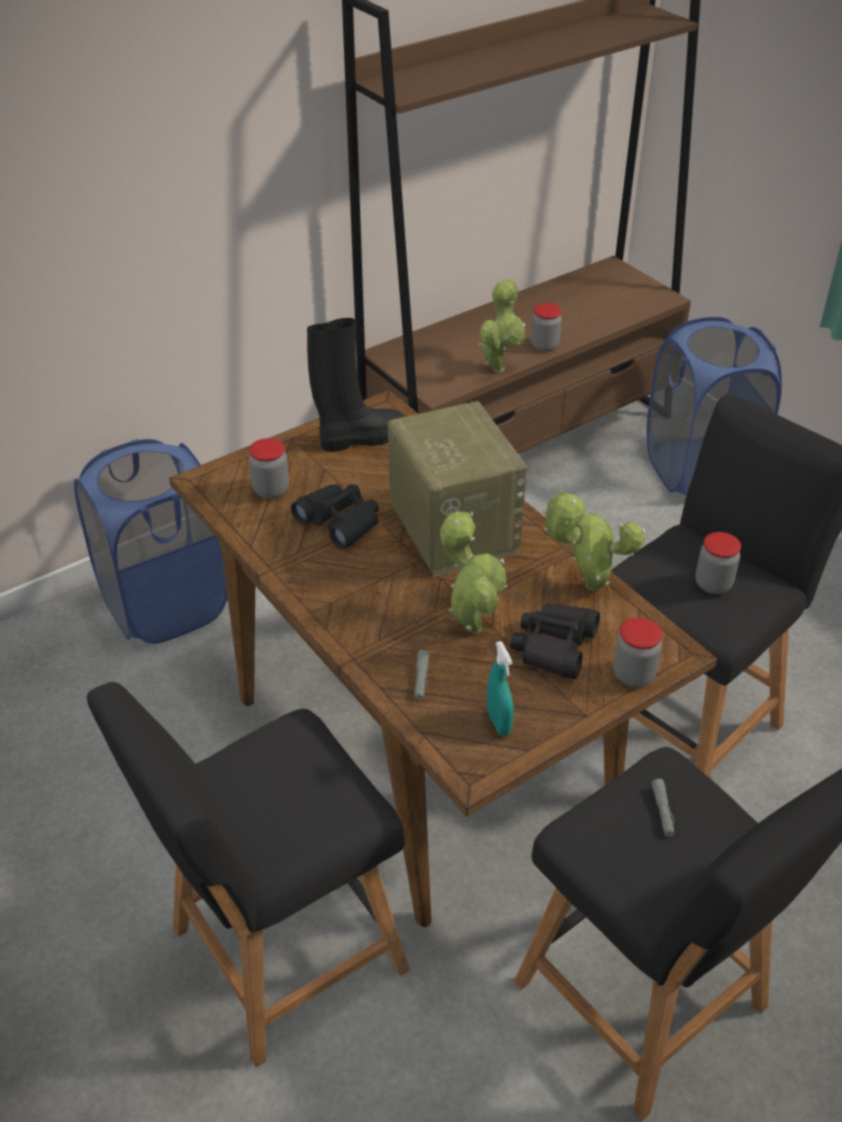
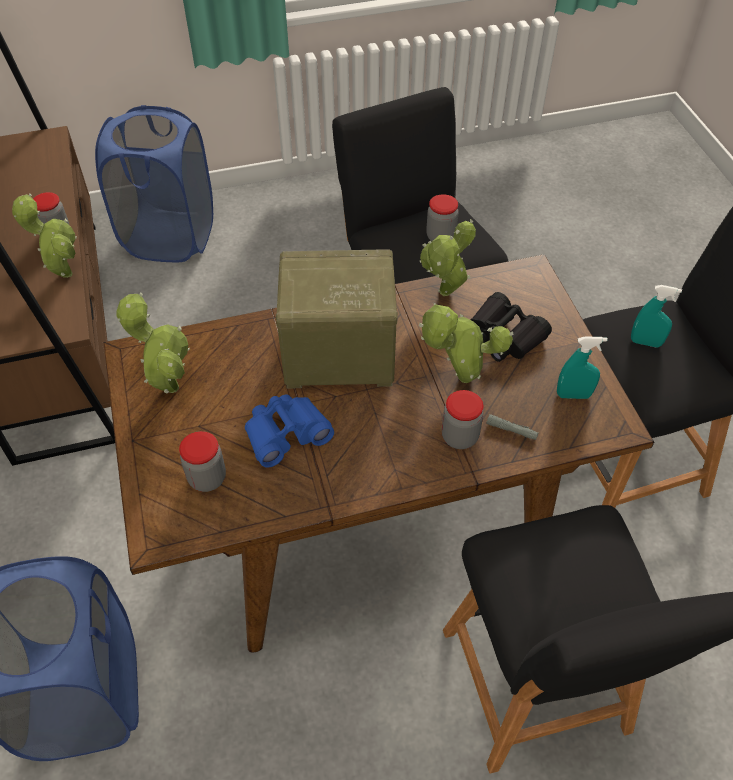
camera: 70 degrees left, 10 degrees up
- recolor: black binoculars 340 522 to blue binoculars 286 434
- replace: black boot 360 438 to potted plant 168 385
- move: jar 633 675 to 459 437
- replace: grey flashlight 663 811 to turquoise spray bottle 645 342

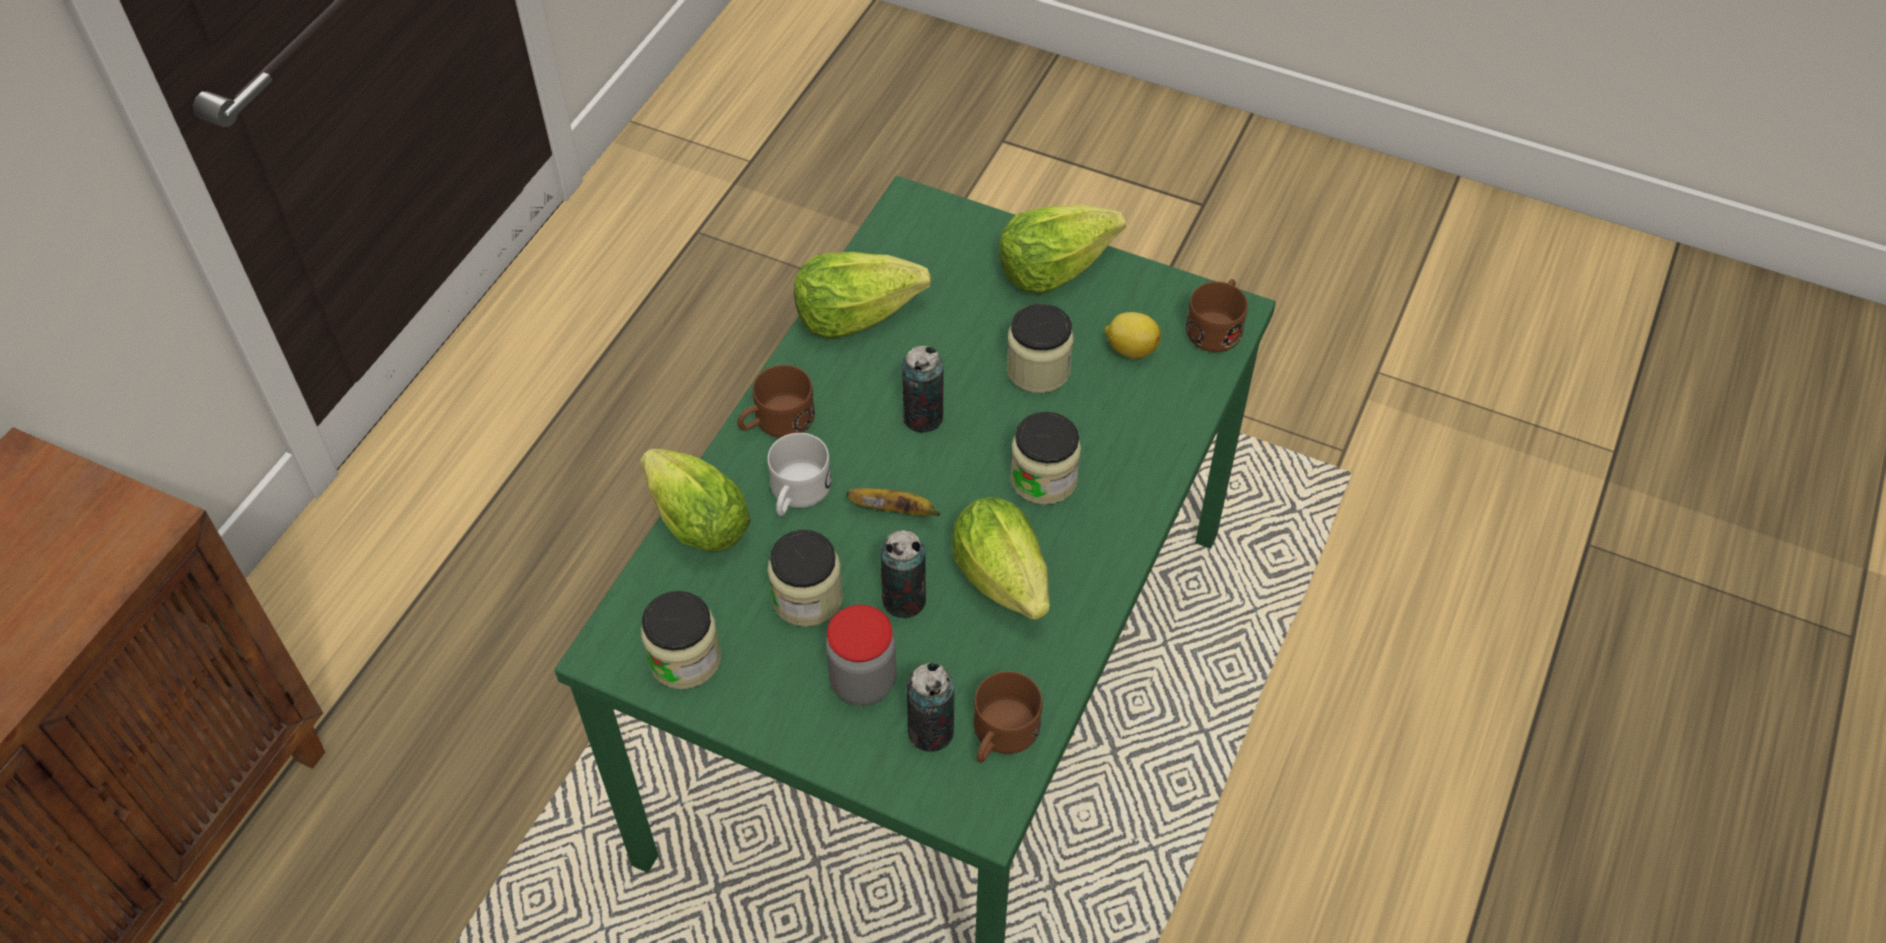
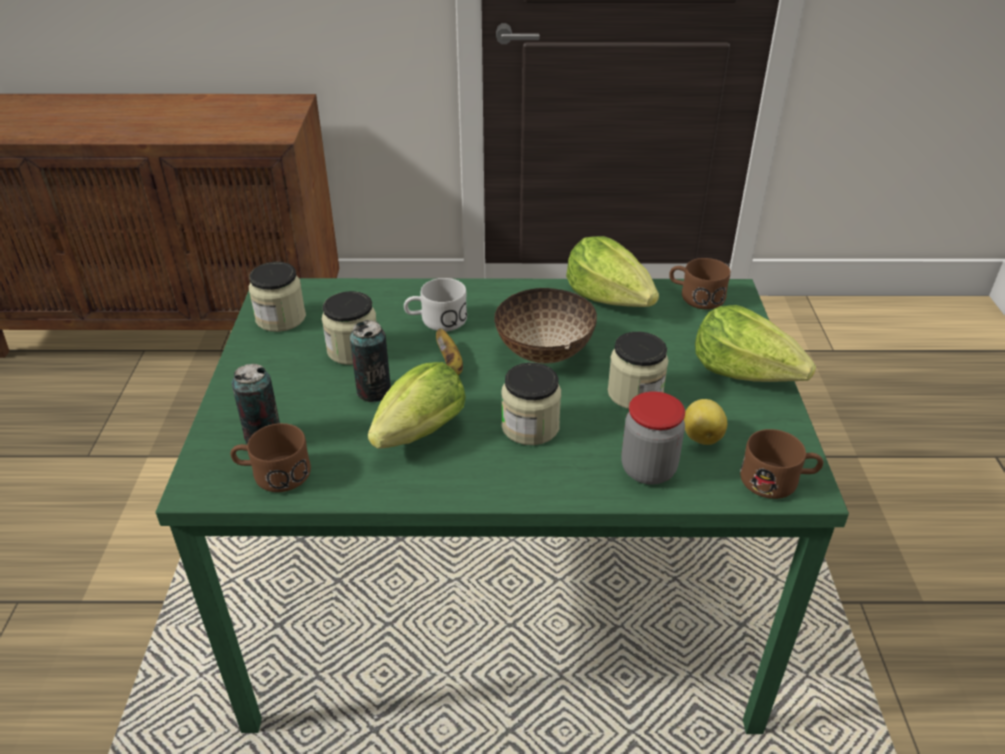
camera: 65 degrees right, 15 degrees down
- delete: lettuce 693 518
- move: brown mug 775 422 to 695 296
- move: jar 863 681 to 648 469
- replace: can 923 417 to bowl 543 353

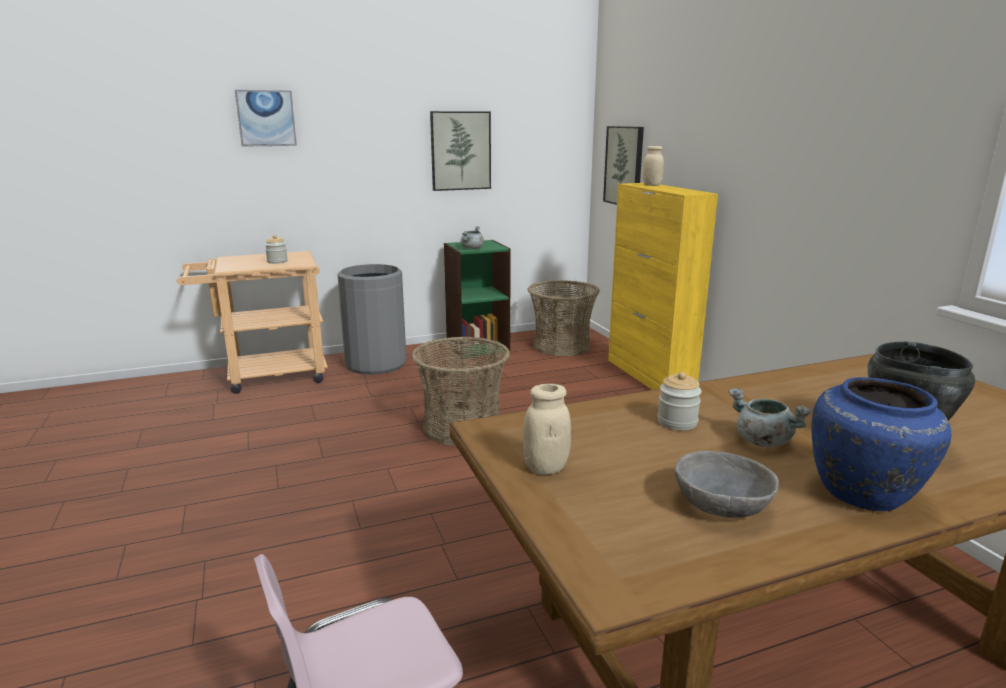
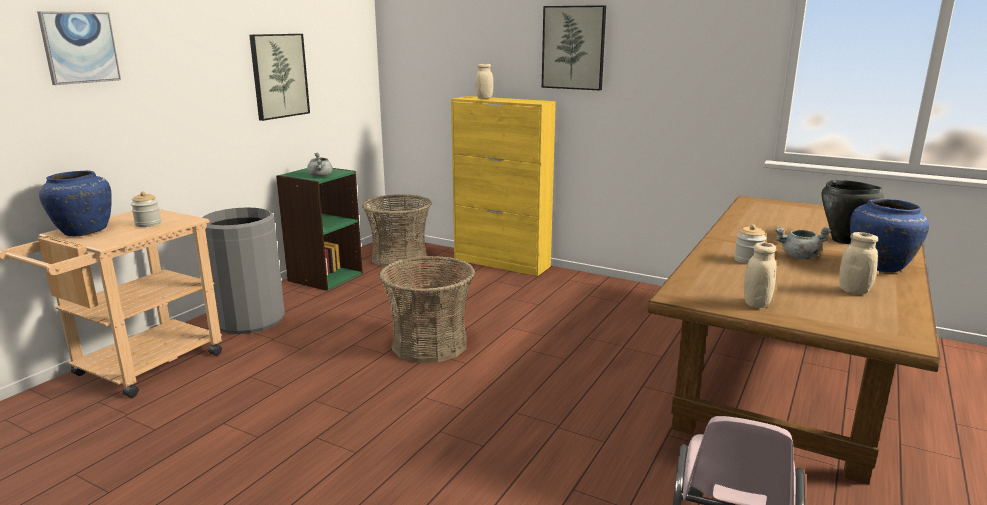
camera: 40 degrees left, 0 degrees up
- move: picture 624 166 to 573 48
- replace: grey bowl 720 505 to beige jar 854 291
- insert: blue vase 83 231

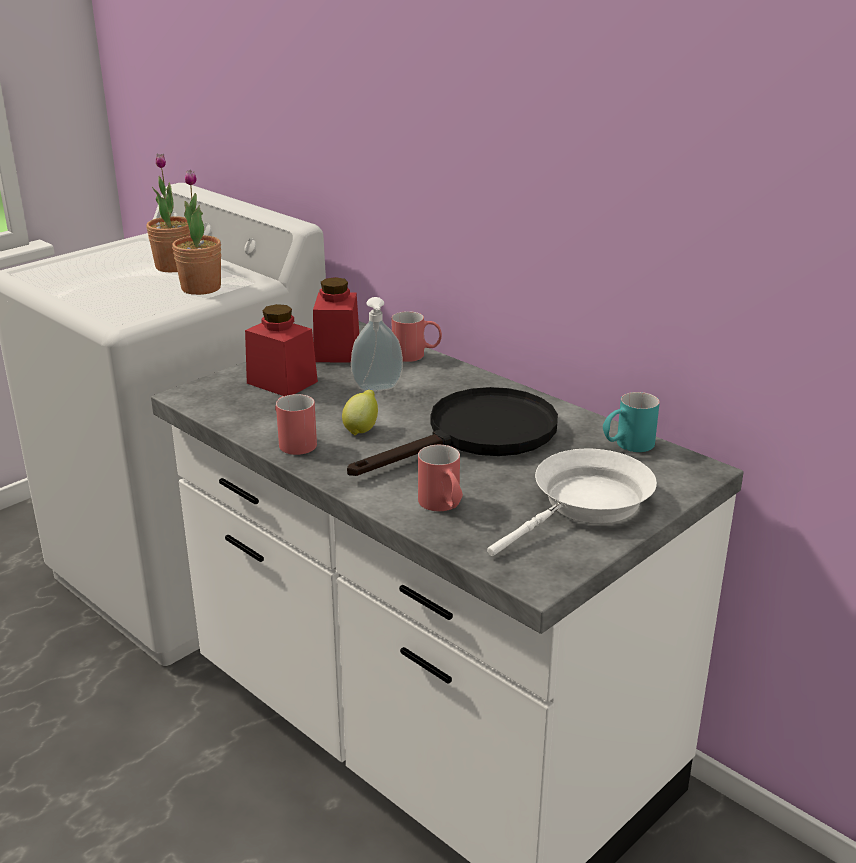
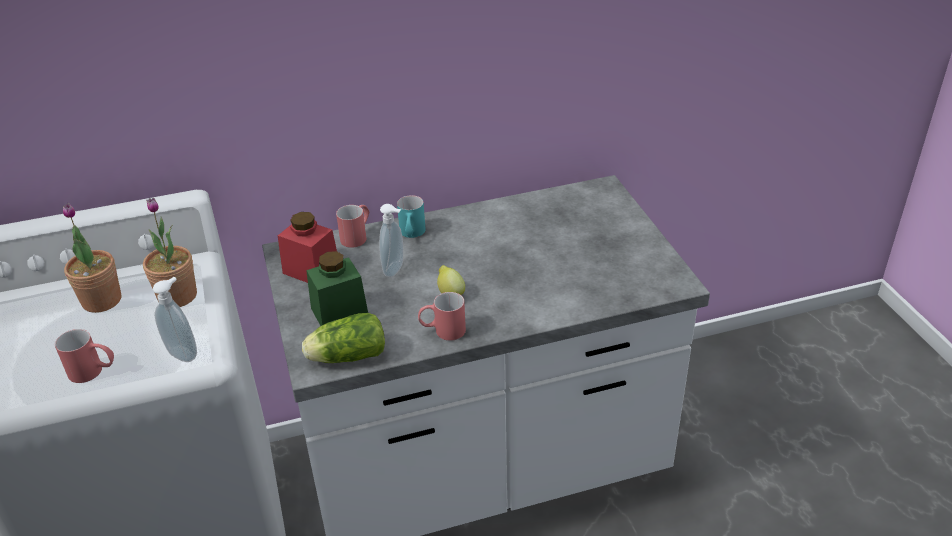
camera: 60 degrees left, 10 degrees up
- recolor: red jar 282 382 to green jar 339 312
- delete: black frying pan 478 436
- move: red mug 443 506 to 94 372
- delete: white frying pan 586 505
- move: turquoise mug 627 445 to 412 234
- insert: soap dispenser 184 353
- insert: lettuce 345 357

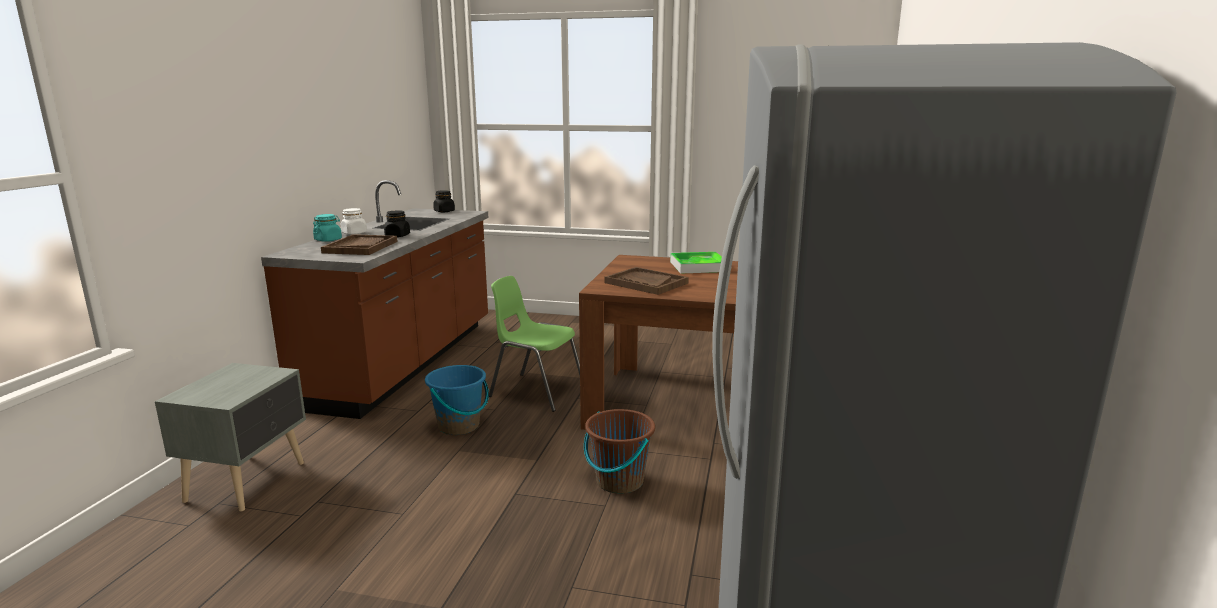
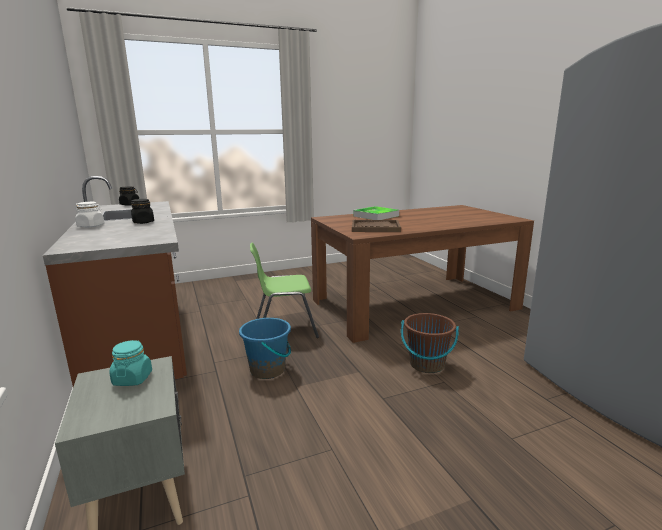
camera: 35 degrees left, 0 degrees up
- move: turquoise jar 328 240 to 132 378
- delete: brown tray 360 247

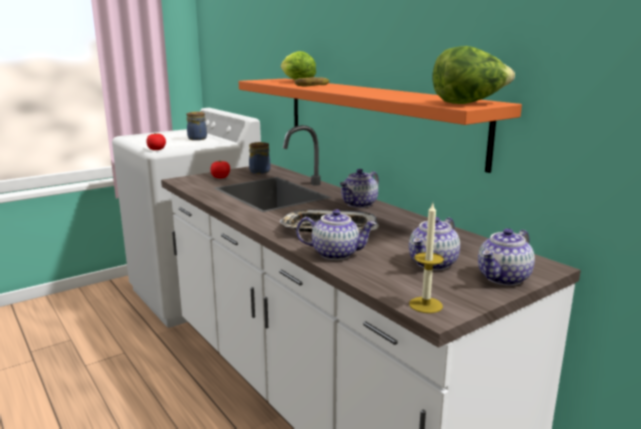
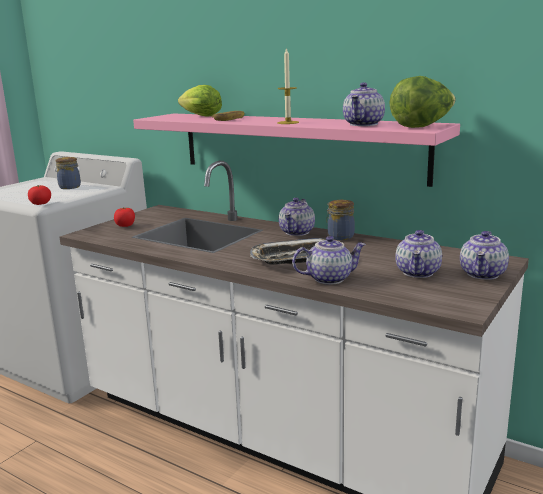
camera: 20 degrees left, 0 degrees up
- recolor: orange shelf 374 117 to pink shelf 296 146
- move: jar 259 171 to 339 236
- move: candle 425 305 to 288 122
- insert: teapot 364 124

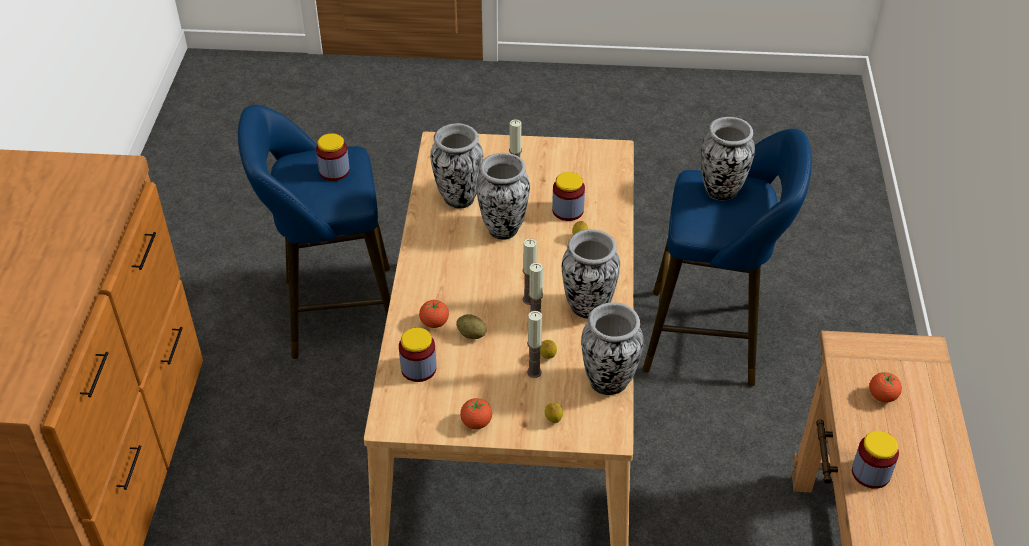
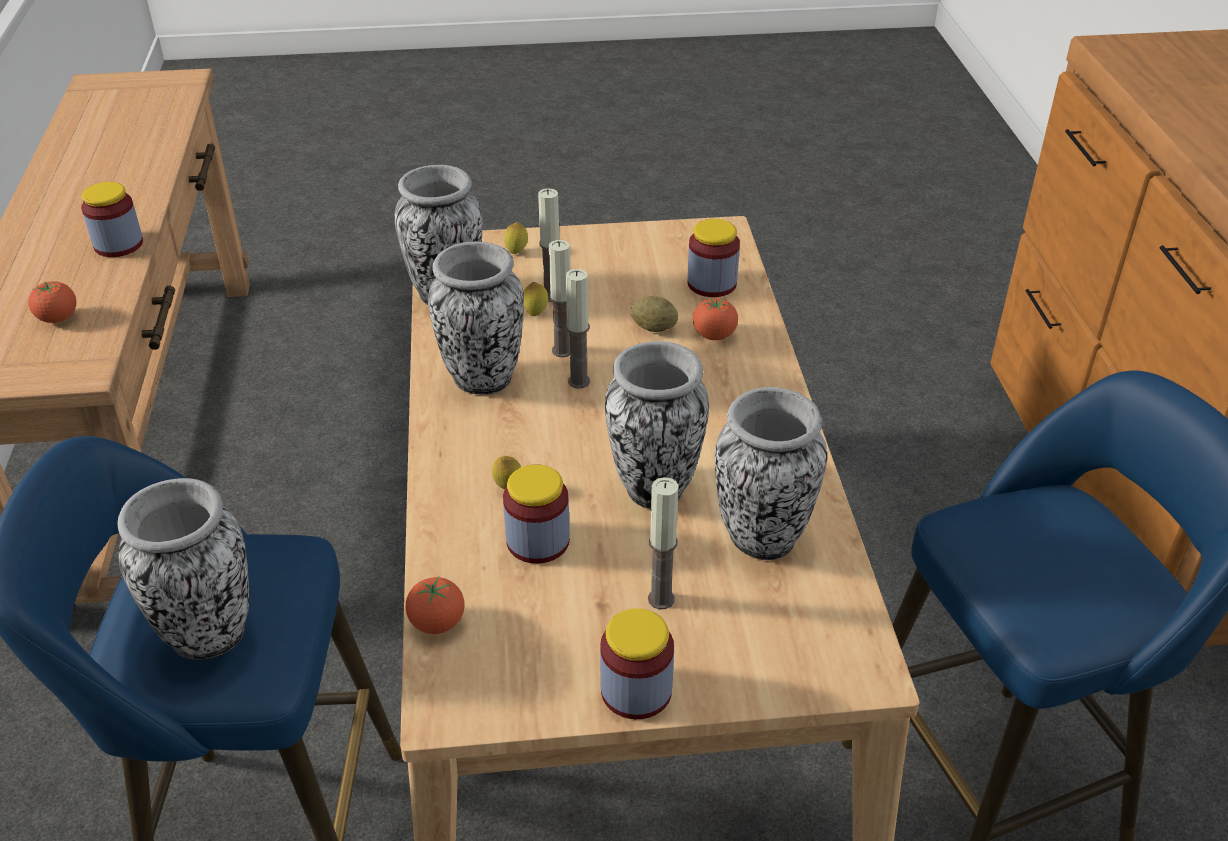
camera: 170 degrees right, 5 degrees down
- move: jar 334 171 to 636 691
- move: tomato 476 422 to 437 623

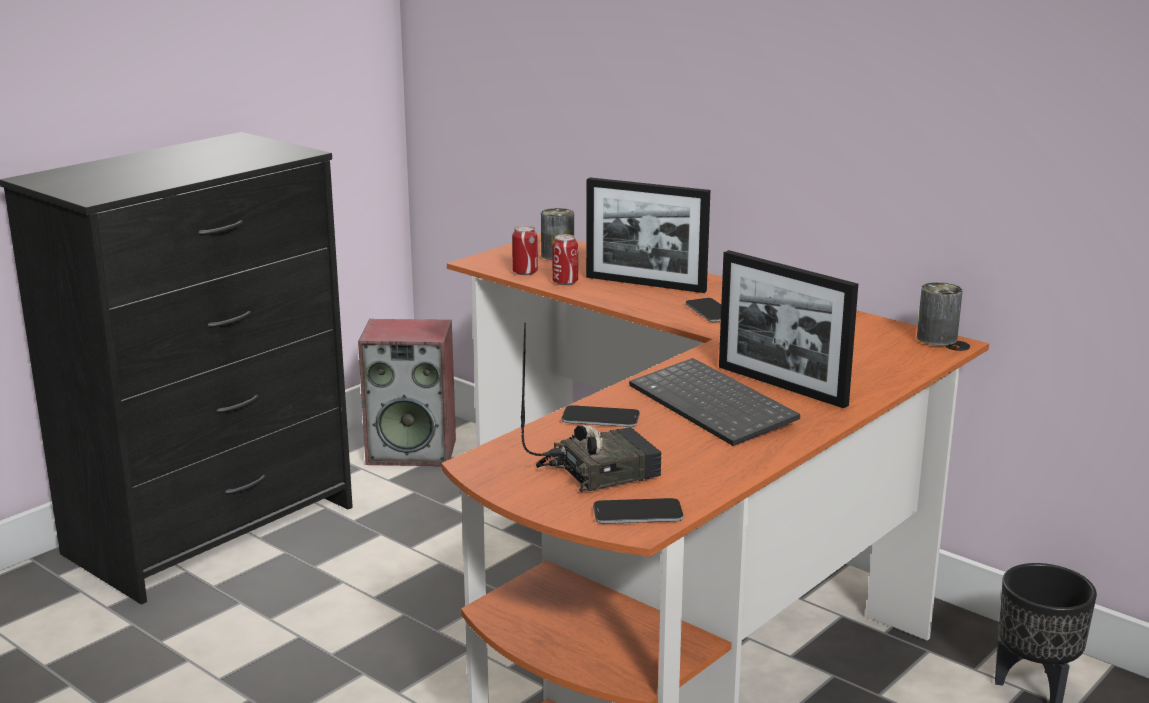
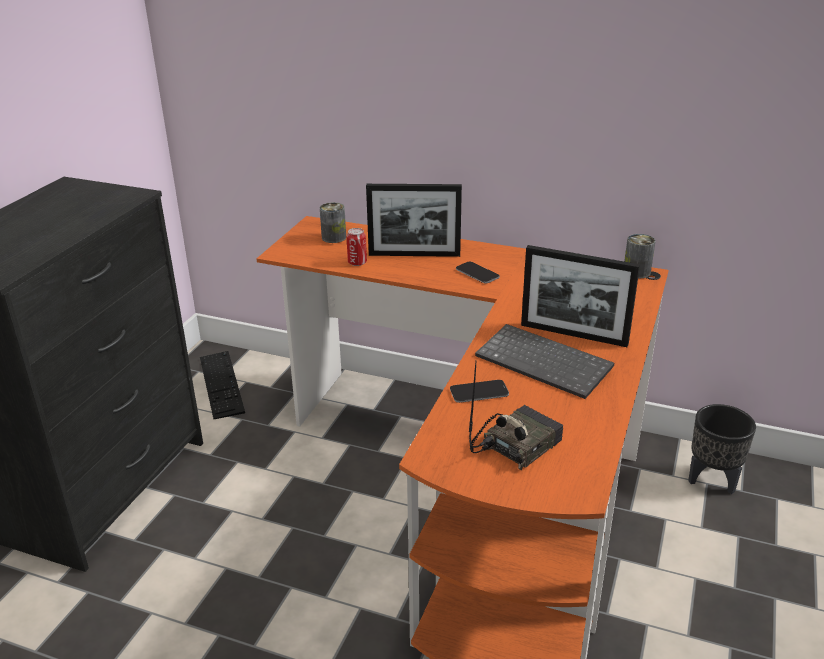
camera: 20 degrees left, 10 degrees up
- replace: speaker 413 451 to keyboard 221 384
- delete: can 525 272
- delete: phone 637 513

